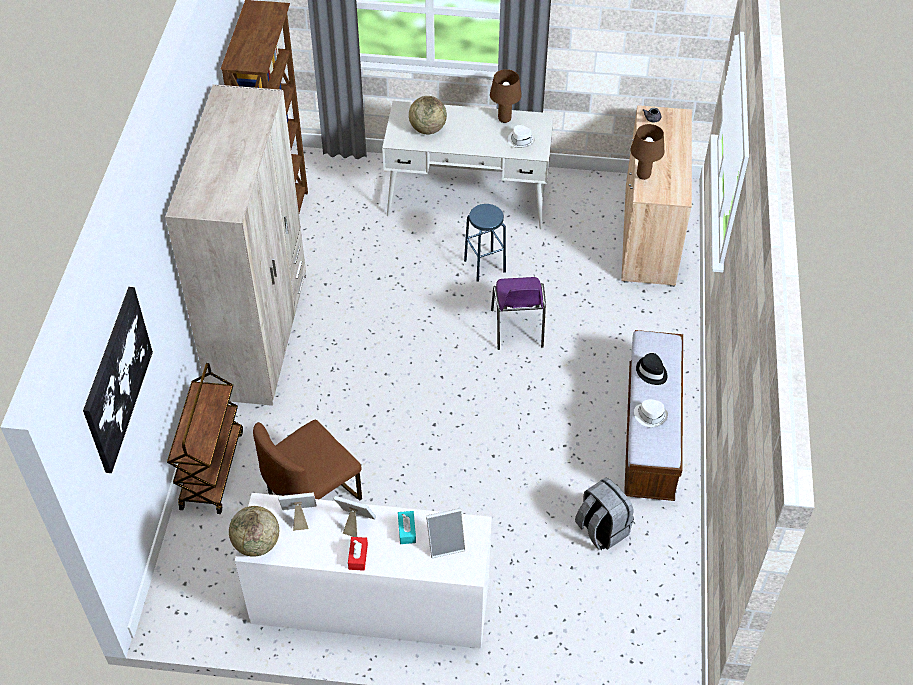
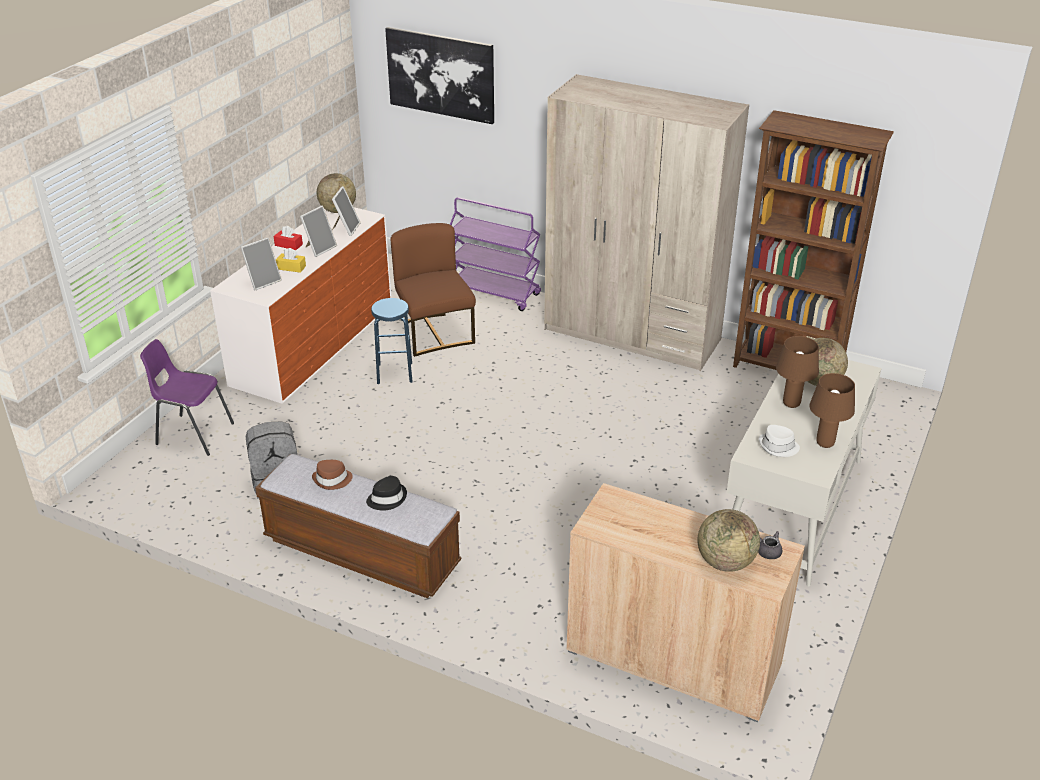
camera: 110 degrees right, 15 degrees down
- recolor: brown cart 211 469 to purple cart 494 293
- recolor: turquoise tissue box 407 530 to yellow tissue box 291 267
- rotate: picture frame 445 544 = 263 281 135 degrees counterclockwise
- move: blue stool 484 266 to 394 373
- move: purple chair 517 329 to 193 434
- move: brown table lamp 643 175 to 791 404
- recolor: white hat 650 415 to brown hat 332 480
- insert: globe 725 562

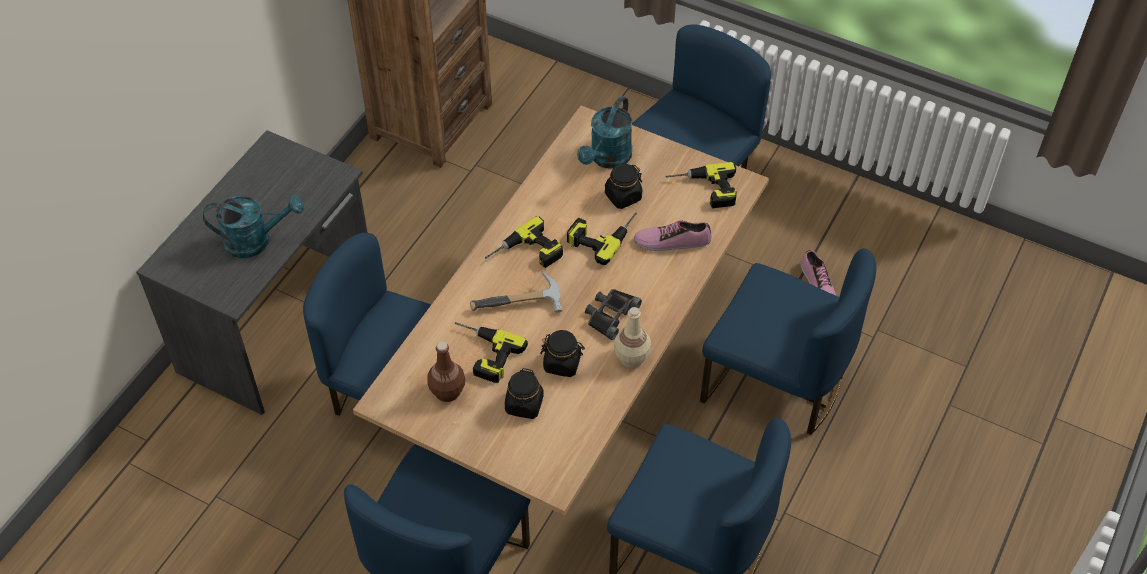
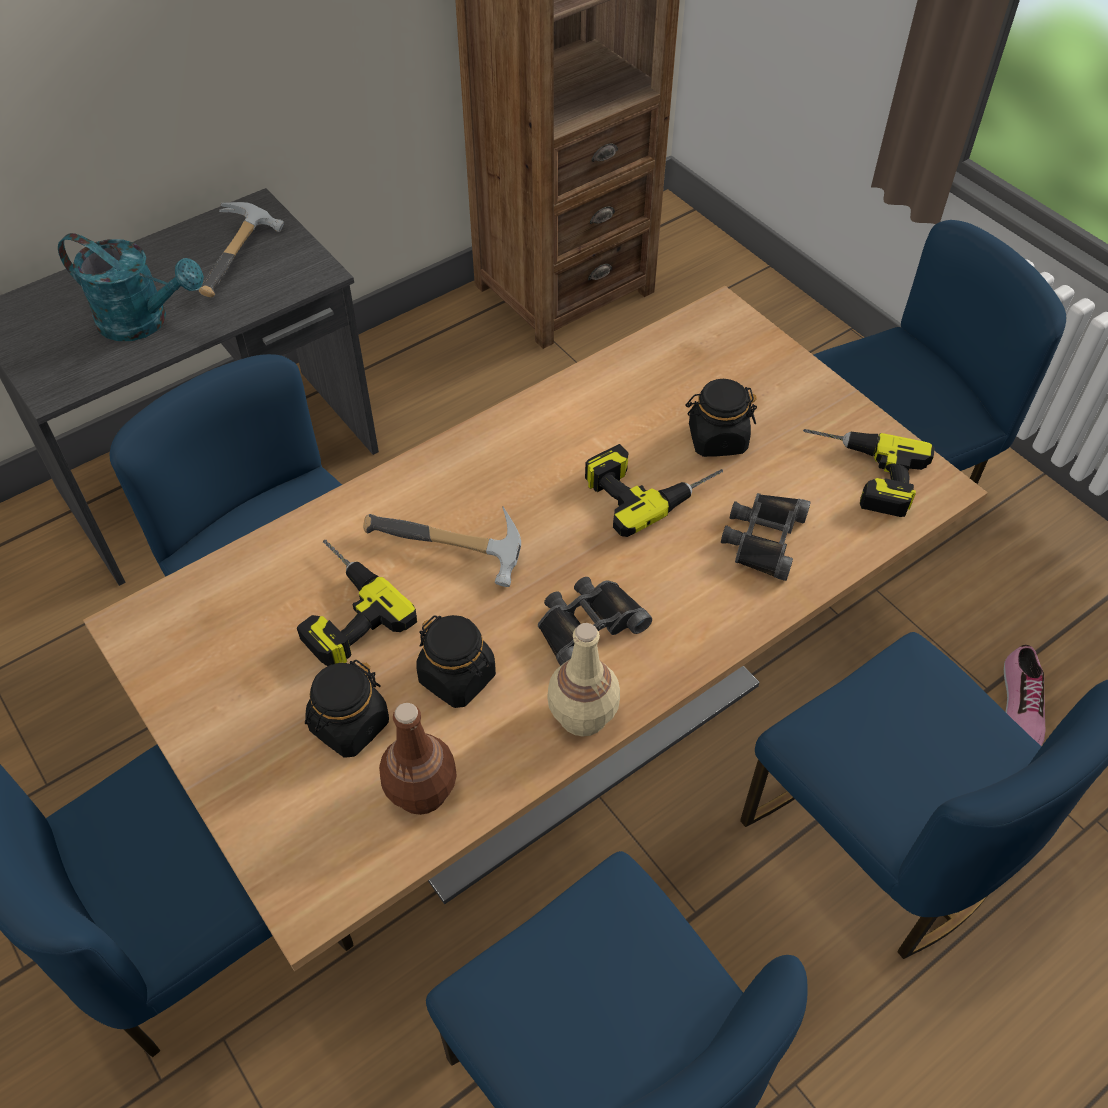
camera: 25 degrees right, 0 degrees up
- move: brown bottle 447 391 to 420 791
- delete: power drill 525 254
- delete: turquoise watering can 607 159
- replace: shoe 672 241 to black binoculars 763 538
- insert: hammer 242 259

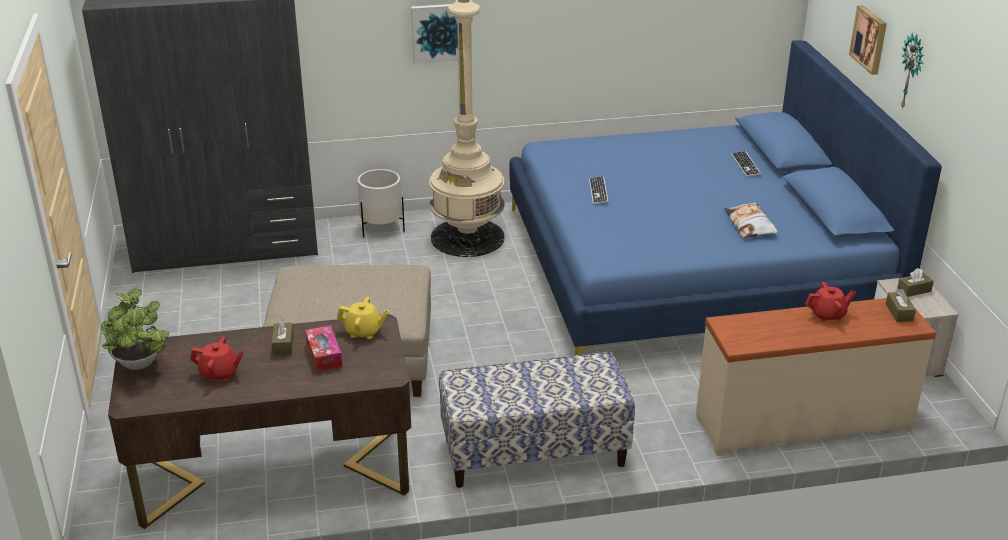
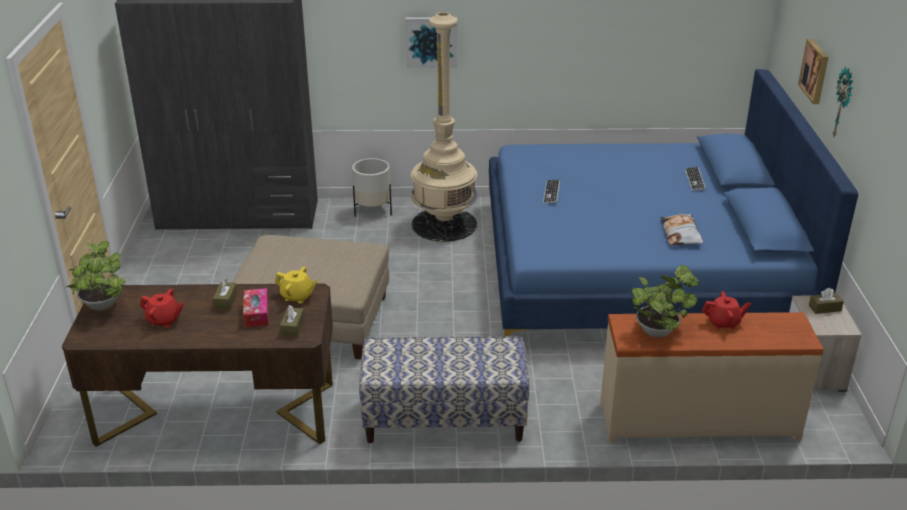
camera: 10 degrees right, 0 degrees up
- move: brown tissue box 899 312 to 293 327
- insert: potted plant 658 330

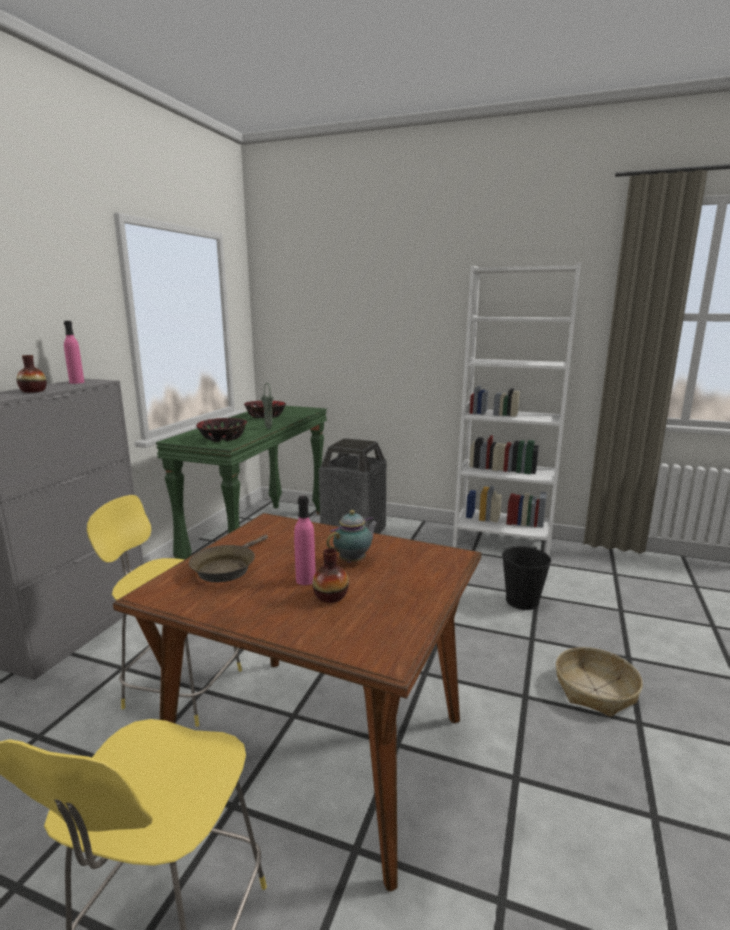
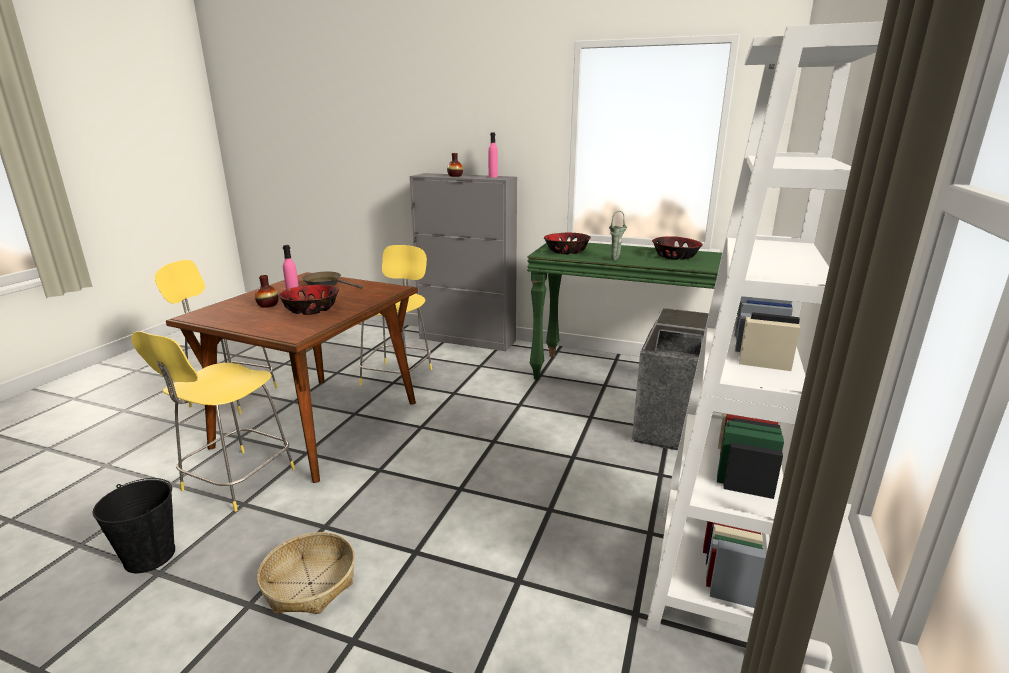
camera: 90 degrees right, 5 degrees up
- replace: teapot 354 560 to bowl 311 309
- move: black bucket 522 601 to 149 556
- insert: yellow stool 236 481

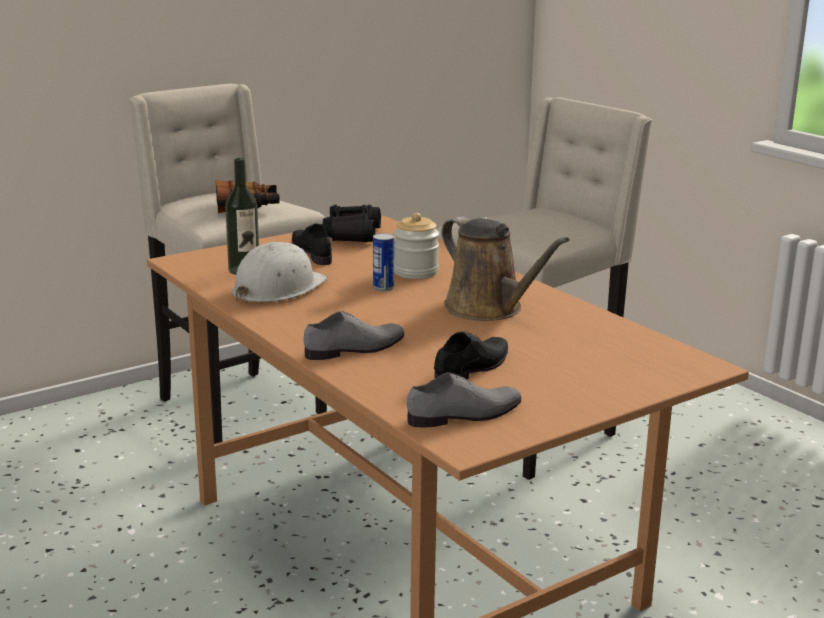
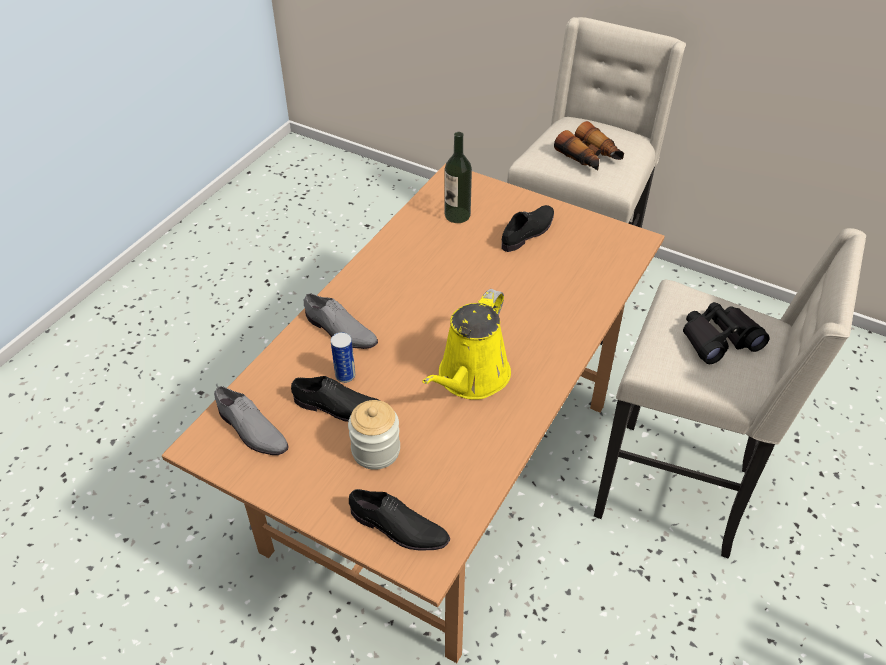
camera: 65 degrees right, 25 degrees up
- delete: white hard hat 277 288
- move: black binoculars 351 235 to 718 339
- move: can 383 288 to 345 375
- move: jar 415 272 to 376 450
- recolor: brown watering can 488 309 to yellow watering can 470 378
- insert: black shoe 398 528

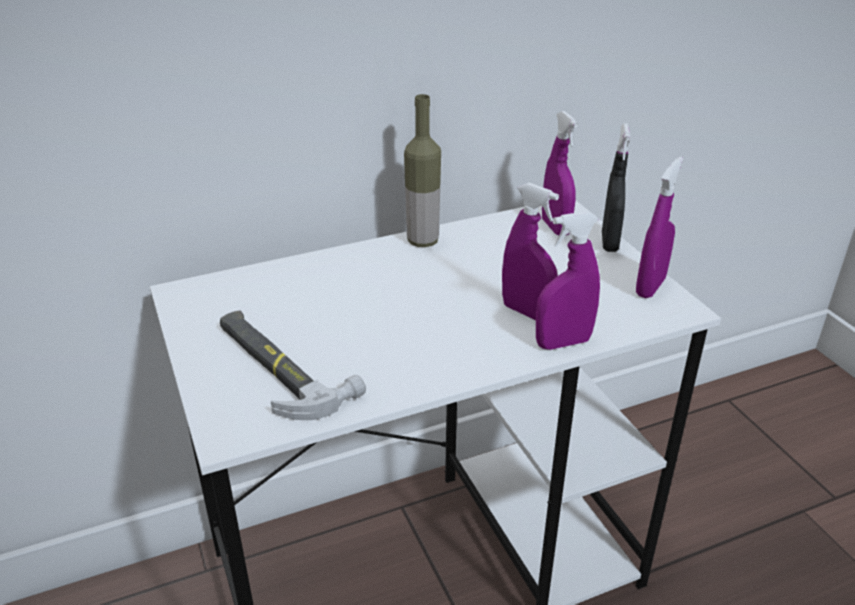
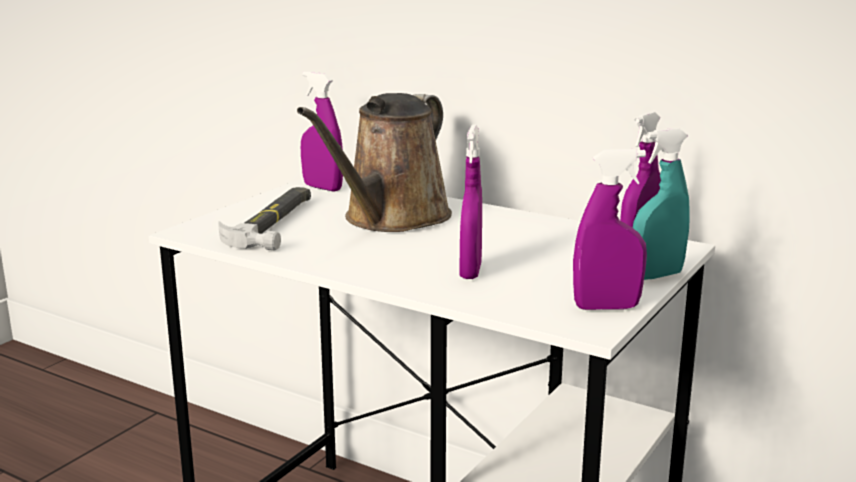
camera: 55 degrees right, 15 degrees down
- delete: bottle 423 241
- move: purple spray bottle 563 343 to 322 187
- recolor: black spray bottle 609 242 to turquoise spray bottle 656 275
- insert: brown watering can 391 219

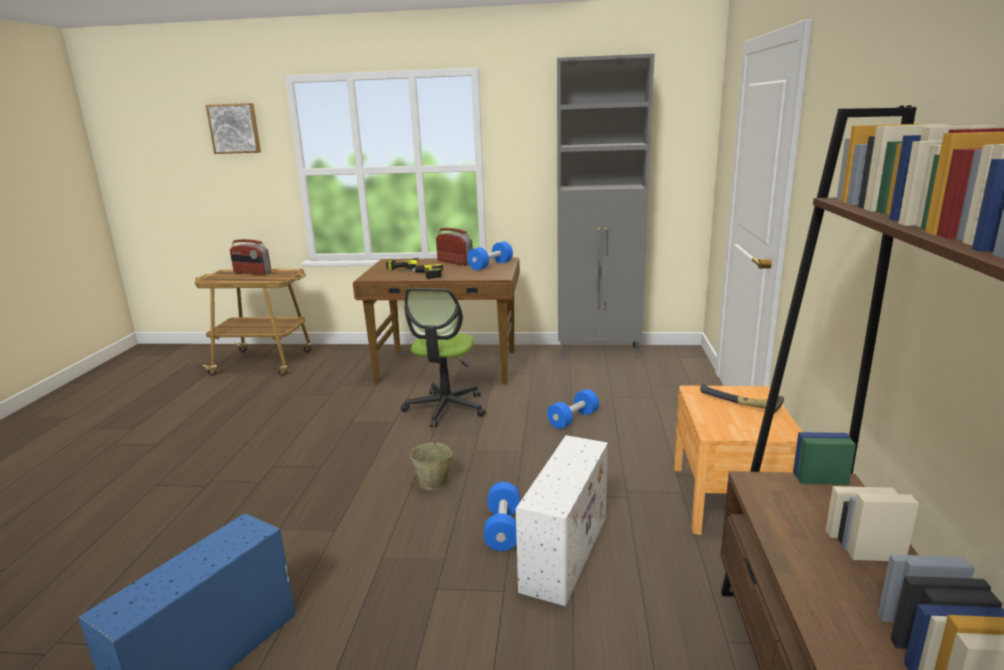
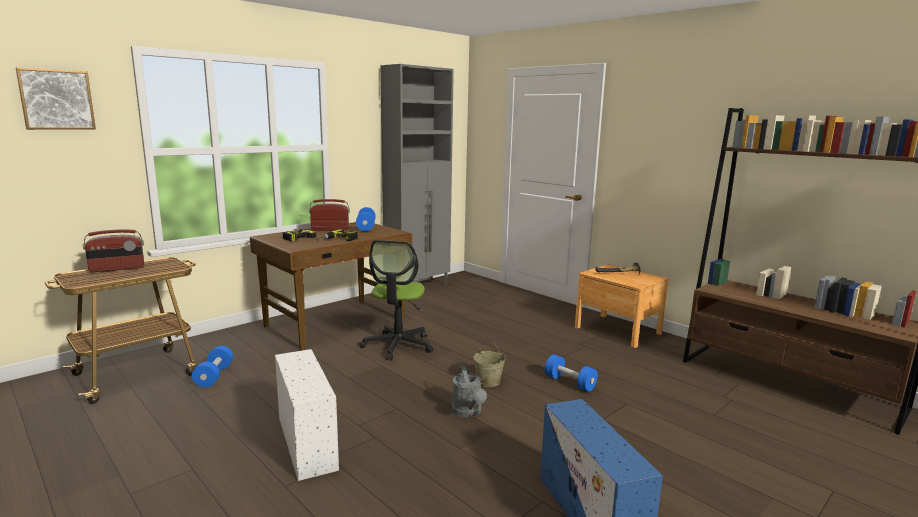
camera: 50 degrees left, 5 degrees down
- rotate: office chair 445 408 = 398 345 45 degrees clockwise
- move: white storage box 566 550 to 306 441
- move: blue dumbbell 573 419 to 214 376
- insert: grey watering can 468 412

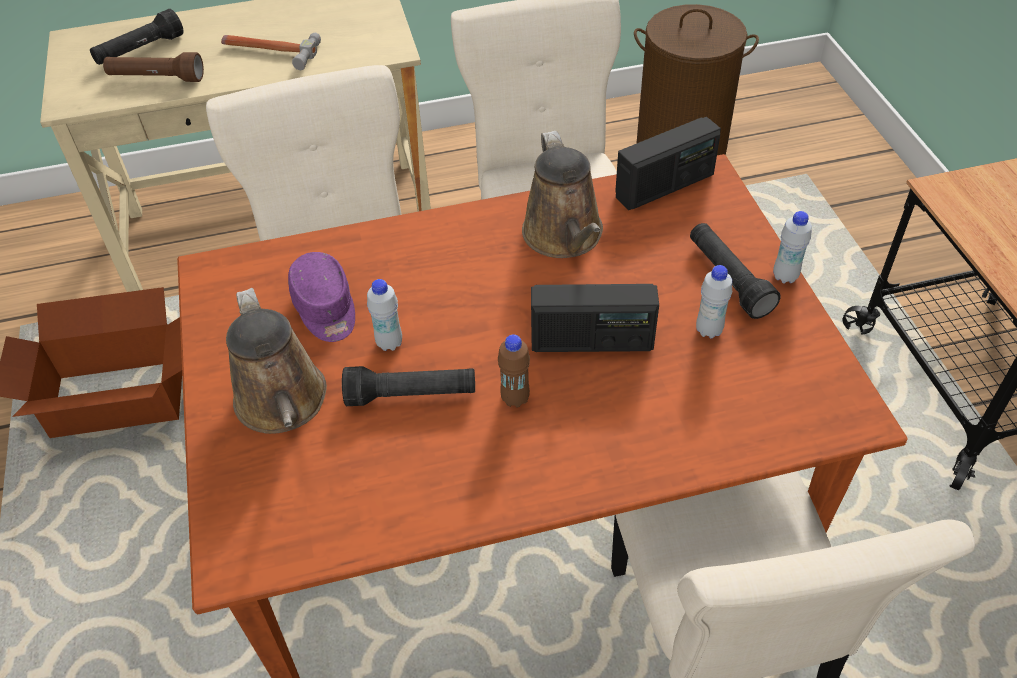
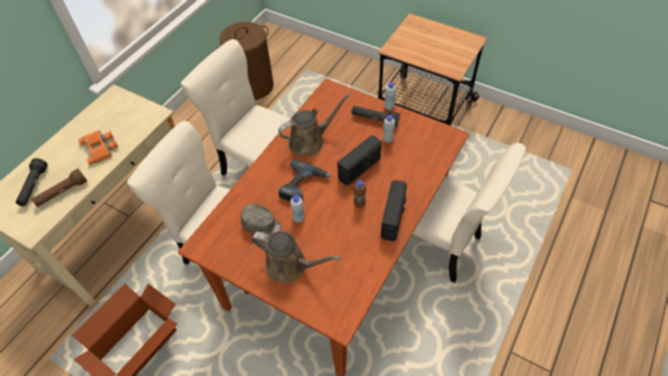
camera: 45 degrees left, 5 degrees up
- replace: hammer 269 51 to orange binoculars 101 148
- recolor: purple cap 326 309 to grey cap 262 225
- delete: black flashlight 411 395
- rotate: brown watering can 565 236 = 310 141 60 degrees counterclockwise
- move: radio 665 186 to 393 218
- insert: power drill 303 185

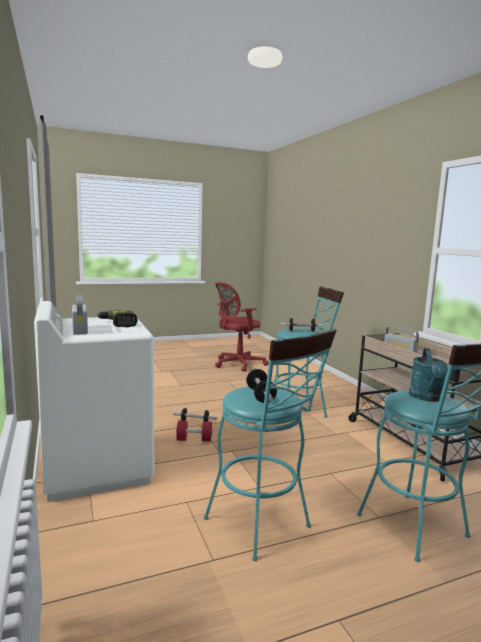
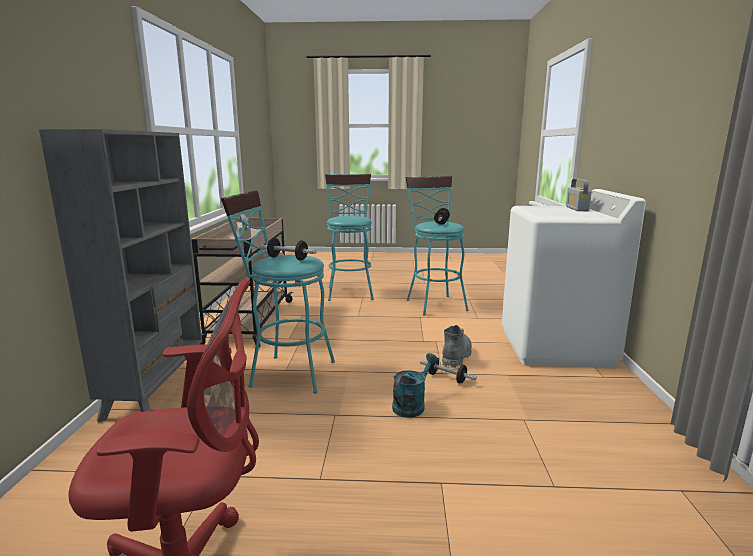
camera: 155 degrees left, 5 degrees up
- delete: power drill 118 324
- replace: red dumbbell 194 440 to grey boot 456 356
- move: turquoise watering can 427 398 to 412 405
- insert: grey bookcase 157 388

